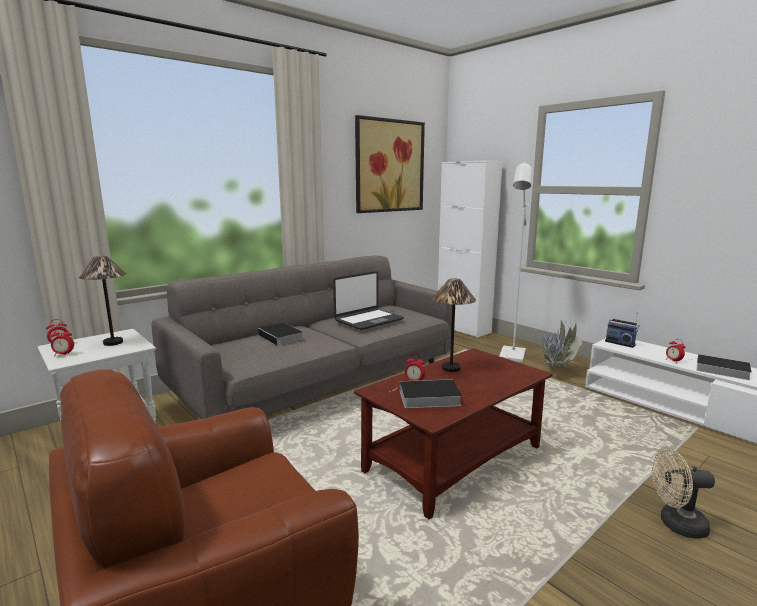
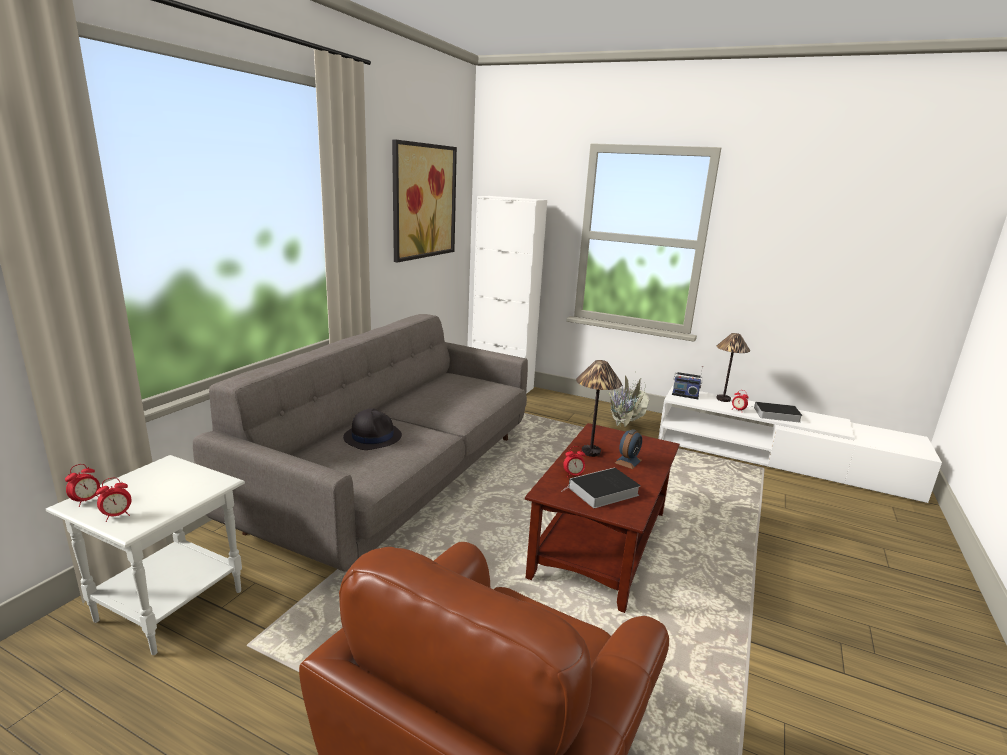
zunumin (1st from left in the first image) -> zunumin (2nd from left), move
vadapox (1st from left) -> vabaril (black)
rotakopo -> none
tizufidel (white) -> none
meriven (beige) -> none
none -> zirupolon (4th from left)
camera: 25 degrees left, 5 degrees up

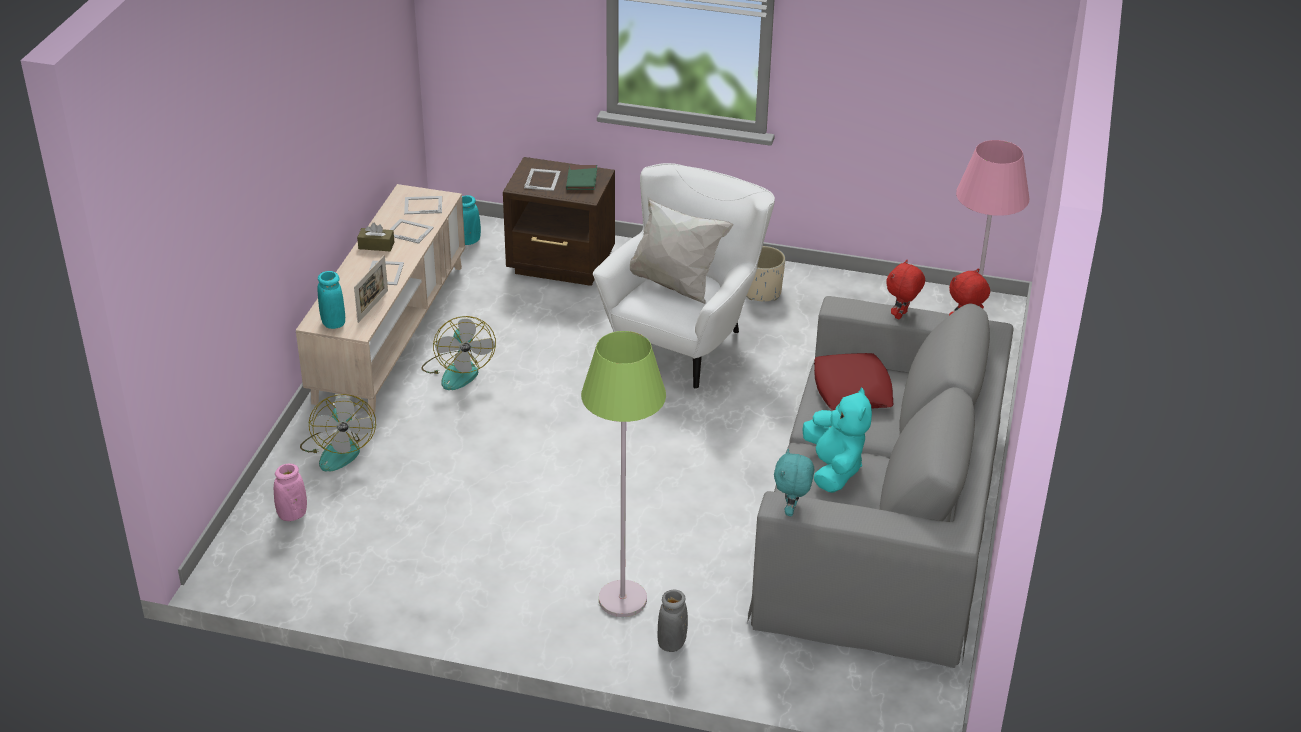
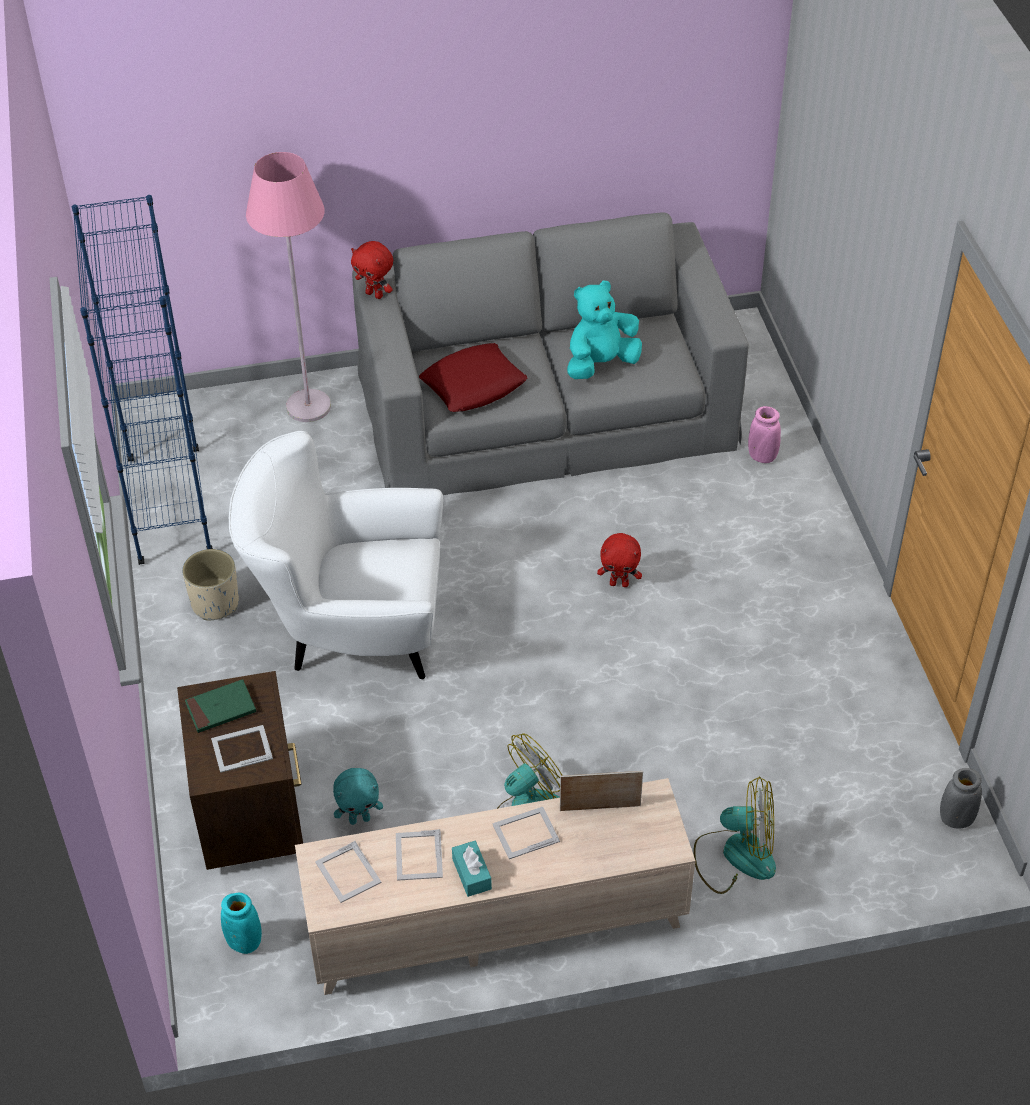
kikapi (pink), move
meriven (1st from left in the first image) -> meriven (2nd from left), 45 degrees clockwise
kikapi (turquoise) (1st from left) -> none
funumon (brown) -> funumon (turquoise)
tizufidel (green) -> none
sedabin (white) -> none
kikapi (grey), move
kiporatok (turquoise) (1st from left), move
kiporatok (red) (1st from left in the first image) -> kiporatok (red) (2nd from left), move
none -> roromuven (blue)
camera: 115 degrees left, 10 degrees up

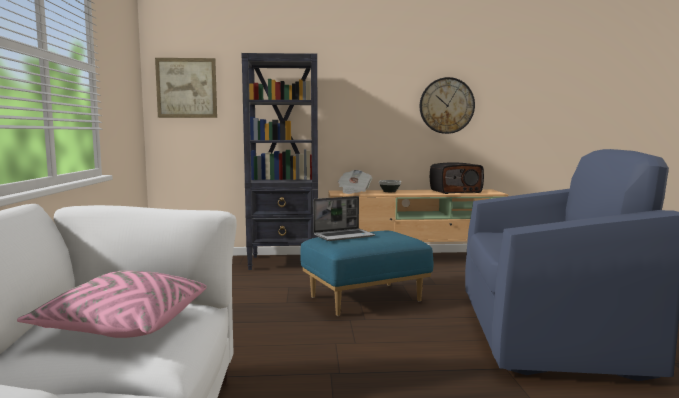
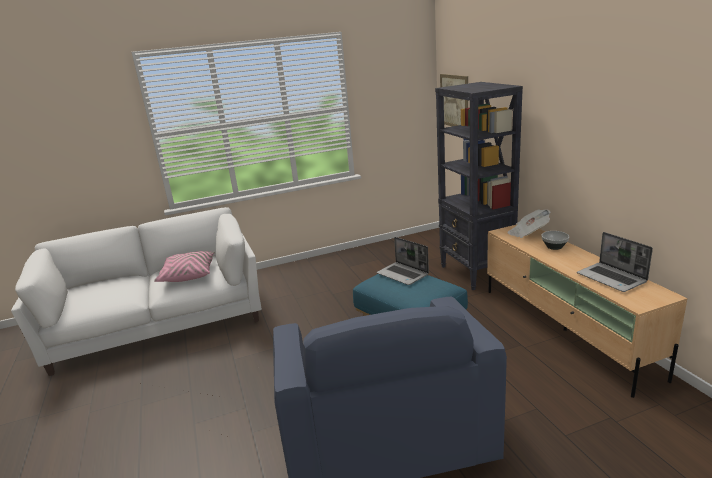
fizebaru -> none
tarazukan -> rotakopo (2nd from left)
camera: 75 degrees right, 15 degrees up

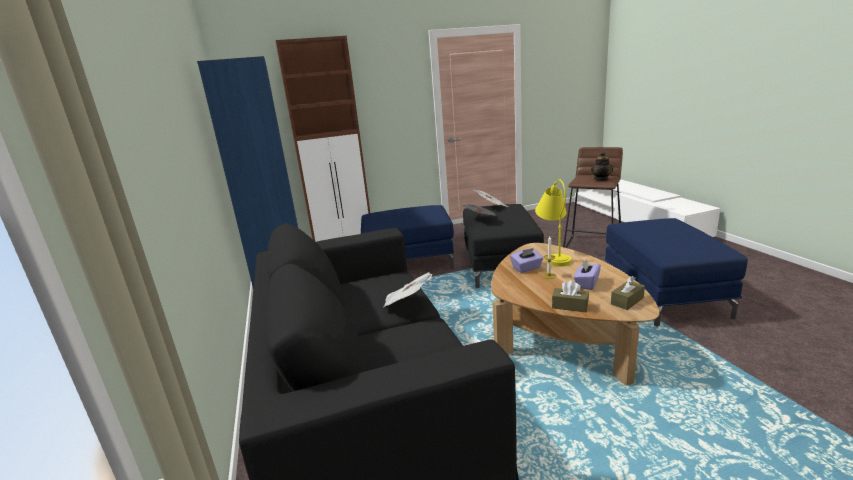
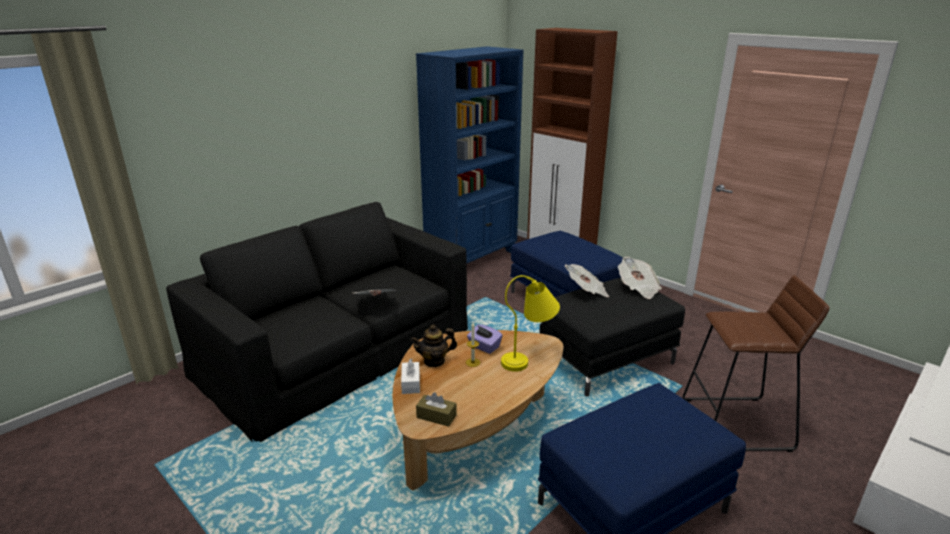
funumon (brown) (1st from left) -> funumon (white)
funumon (purple) (2nd from left) -> none
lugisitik, move
camera: 60 degrees right, 5 degrees up

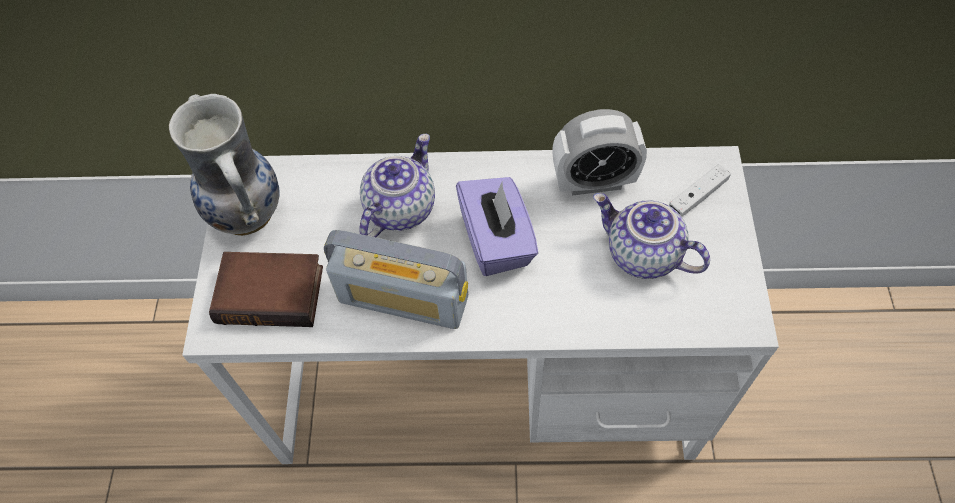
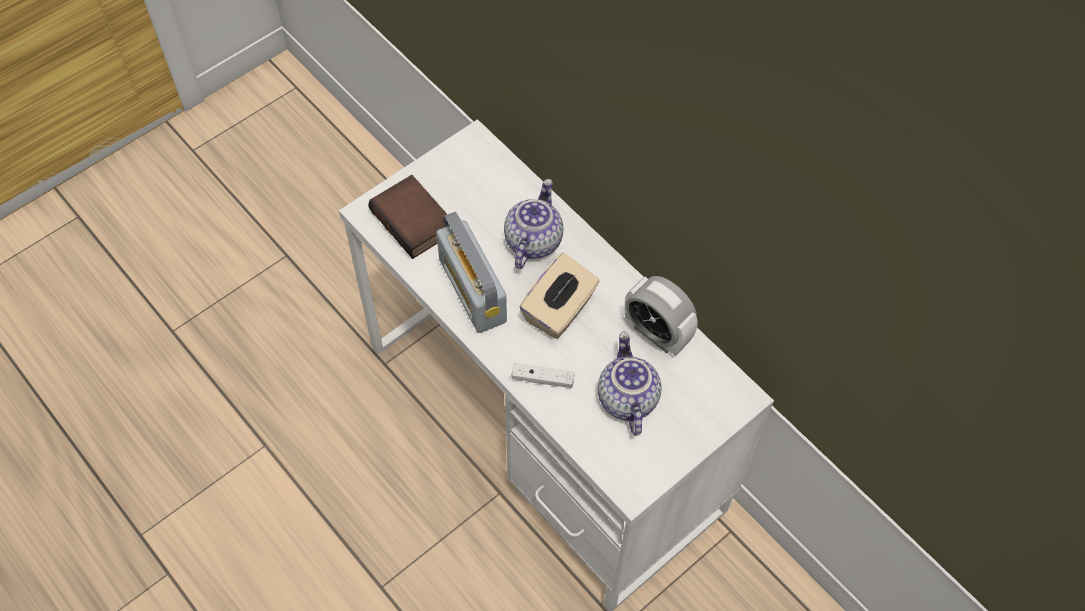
kikapi -> none
lugisitik (1st from left), 60 degrees counterclockwise
funumon (purple) -> funumon (beige)
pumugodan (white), move
camera: 45 degrees right, 0 degrees up

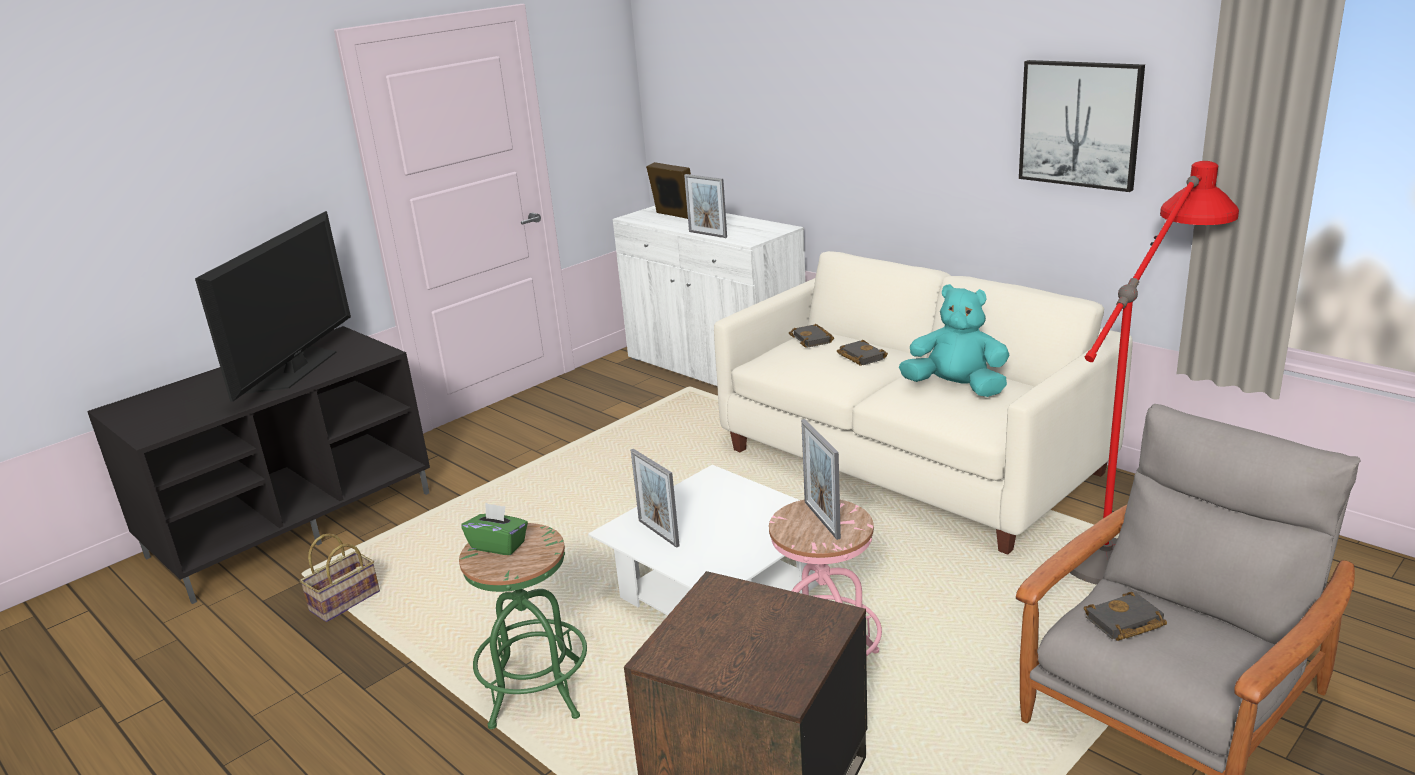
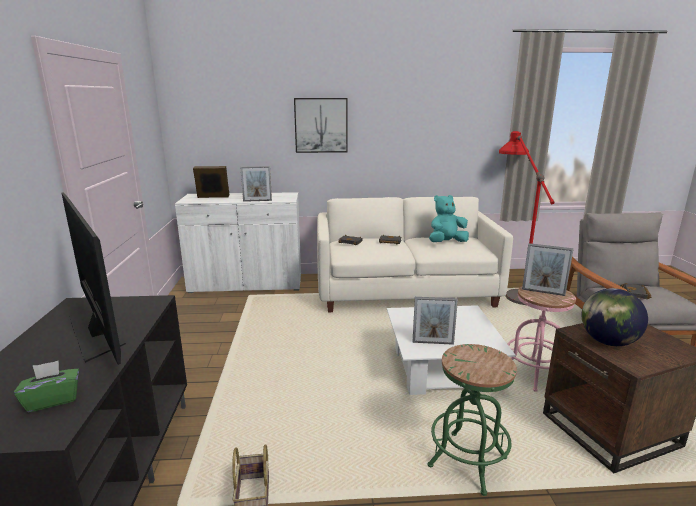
funumon (green), move
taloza, move
none -> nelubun
camera: 50 degrees left, 5 degrees down

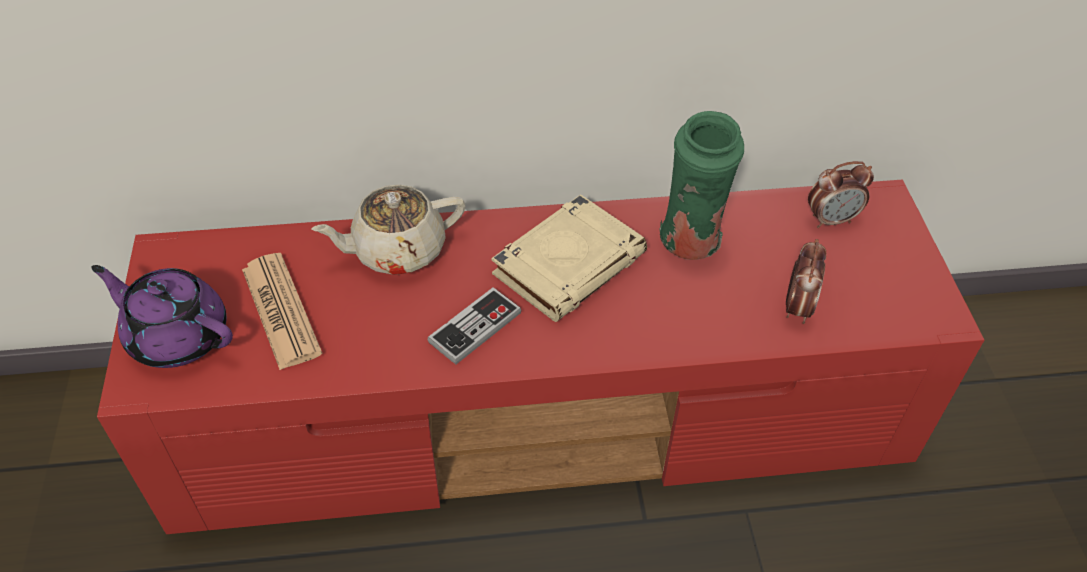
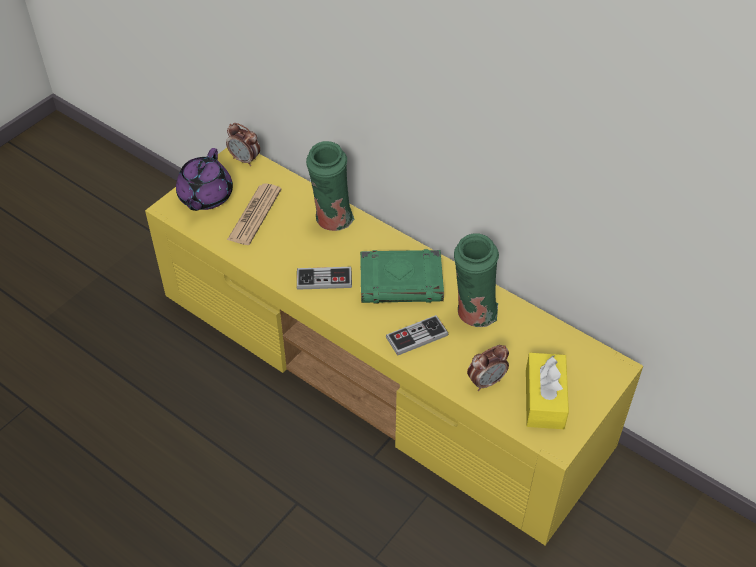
lugisitik (purple), 150 degrees counterclockwise
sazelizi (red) -> sazelizi (yellow)
lugisitik (beige) -> kikapi (green) (1st from left)
vadapox (beige) -> vadapox (green)
zirupolon (2nd from left in the first image) -> zirupolon (1st from left), move
none -> pumugodan (2nd from left)
none -> funumon (yellow)
camera: 45 degrees right, 0 degrees up

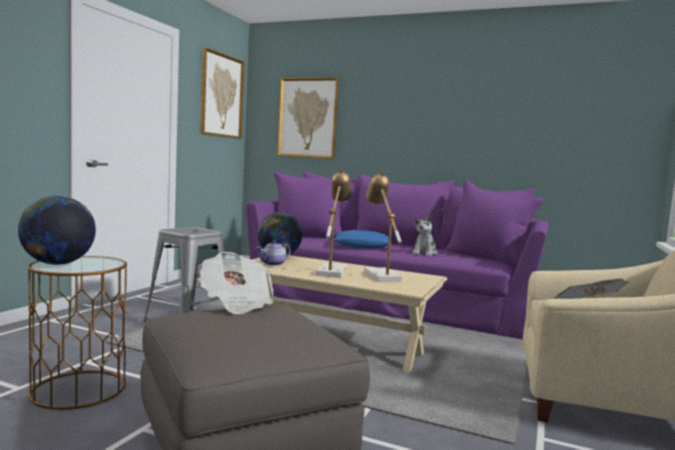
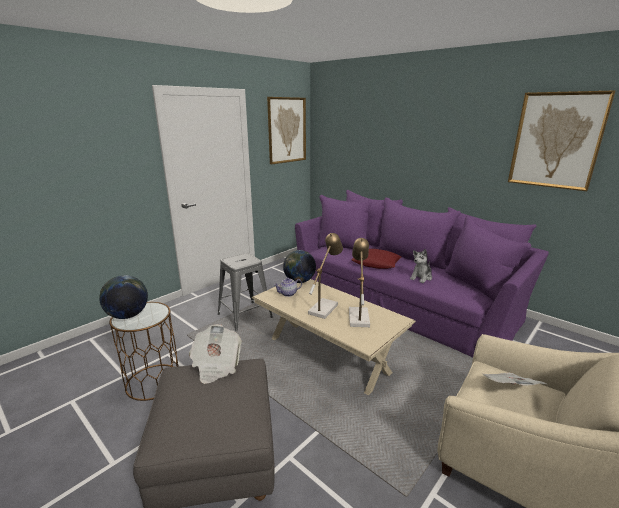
taloza (2nd from left), move
sedabin (blue) -> sedabin (red)
camera: 20 degrees right, 15 degrees up

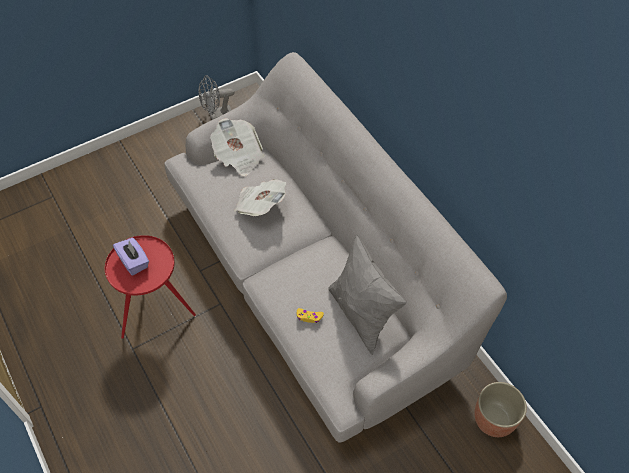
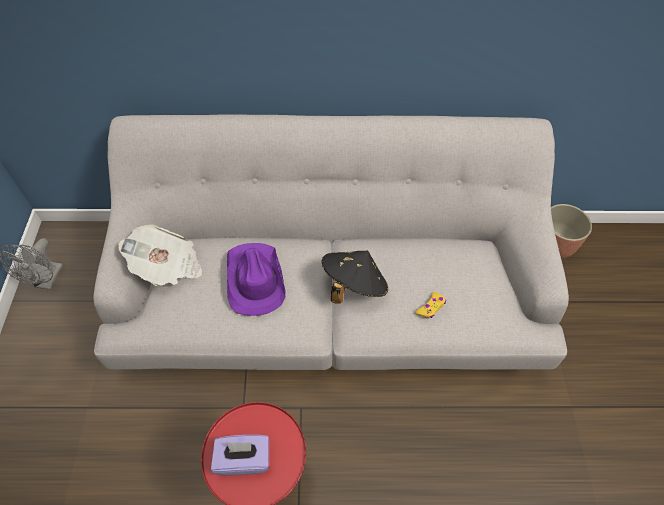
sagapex (2nd from left) -> vabaril (purple)
sedabin (grey) -> none
none -> vabaril (black)
camera: 60 degrees left, 0 degrees up

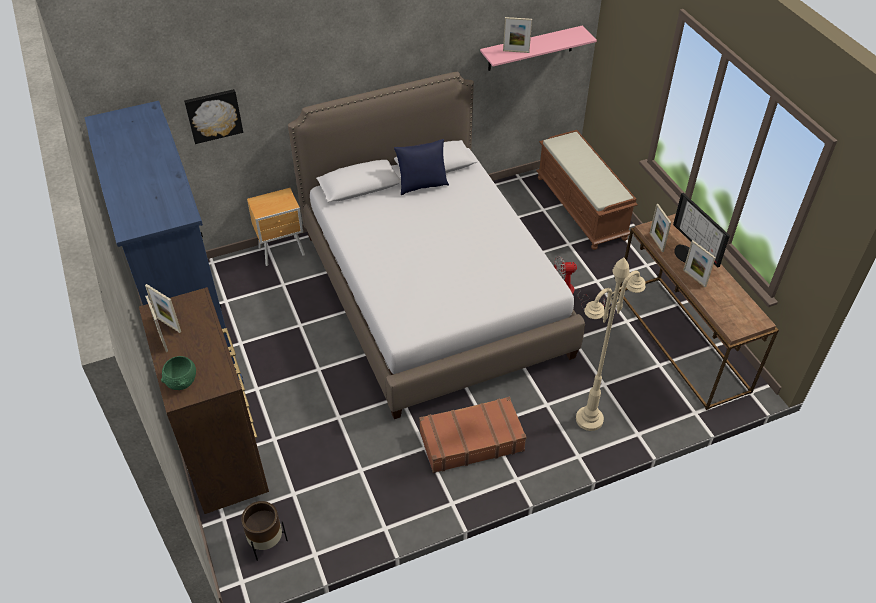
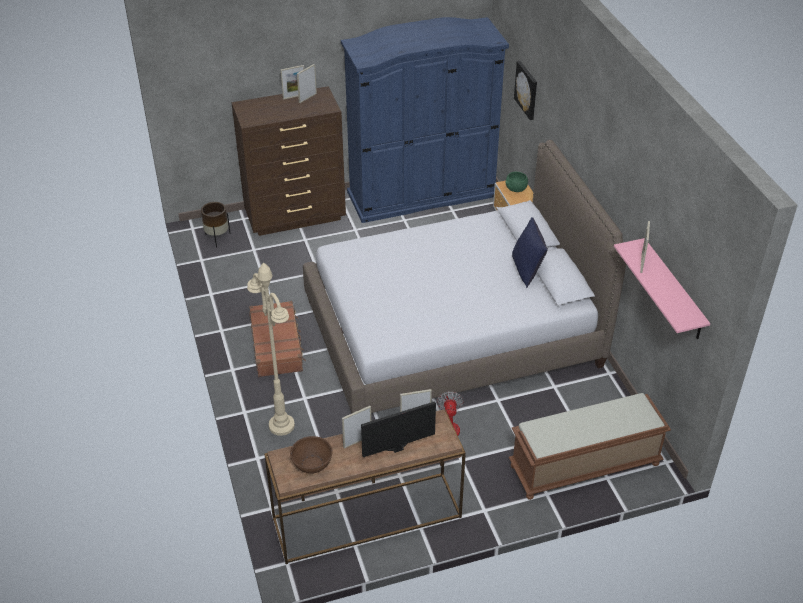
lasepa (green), move
none -> lasepa (brown)
camera: 95 degrees right, 5 degrees down

